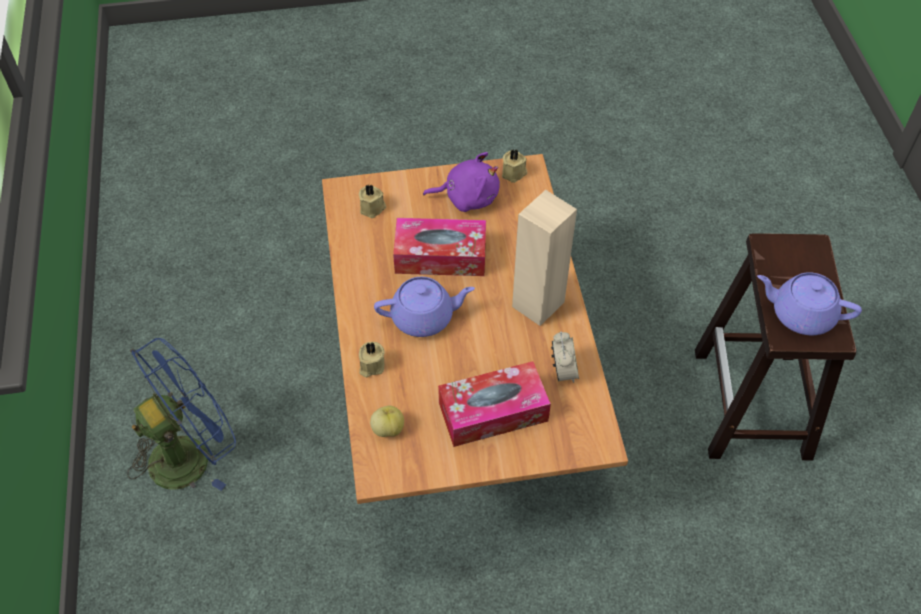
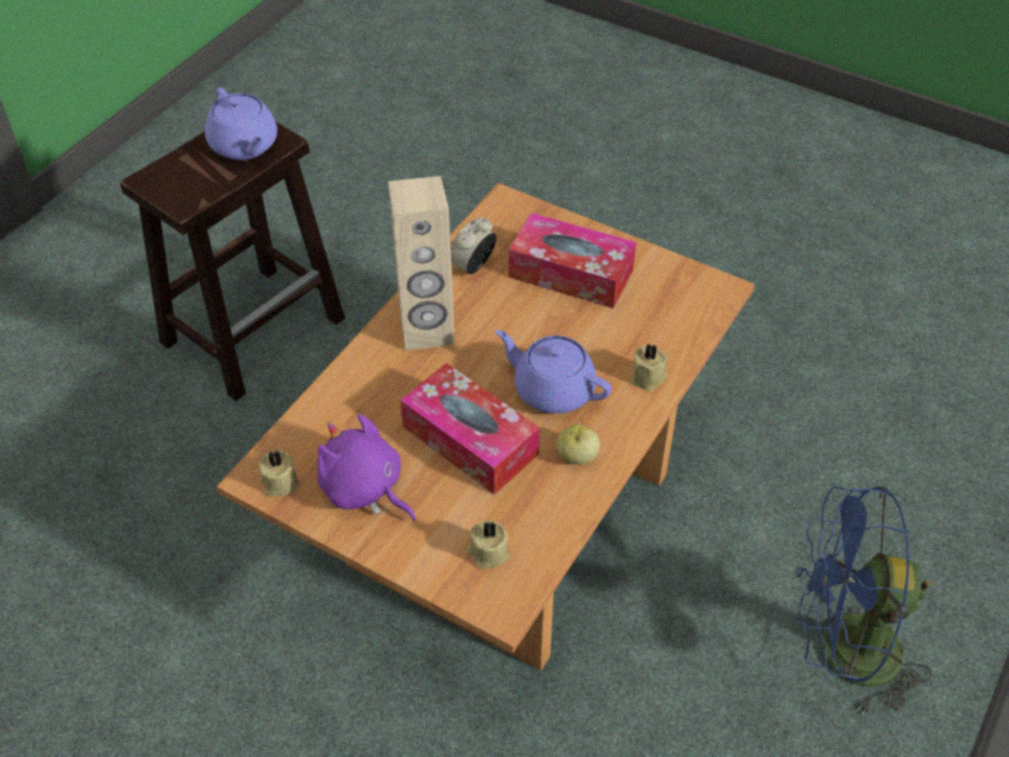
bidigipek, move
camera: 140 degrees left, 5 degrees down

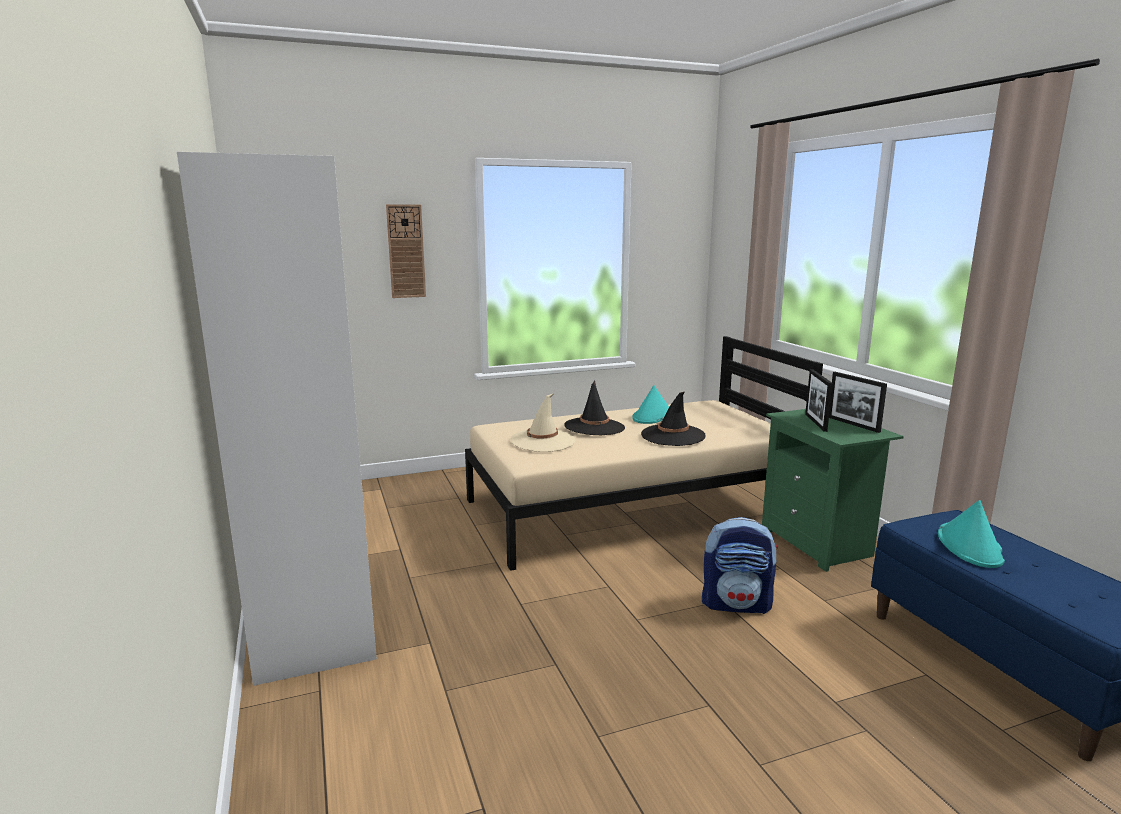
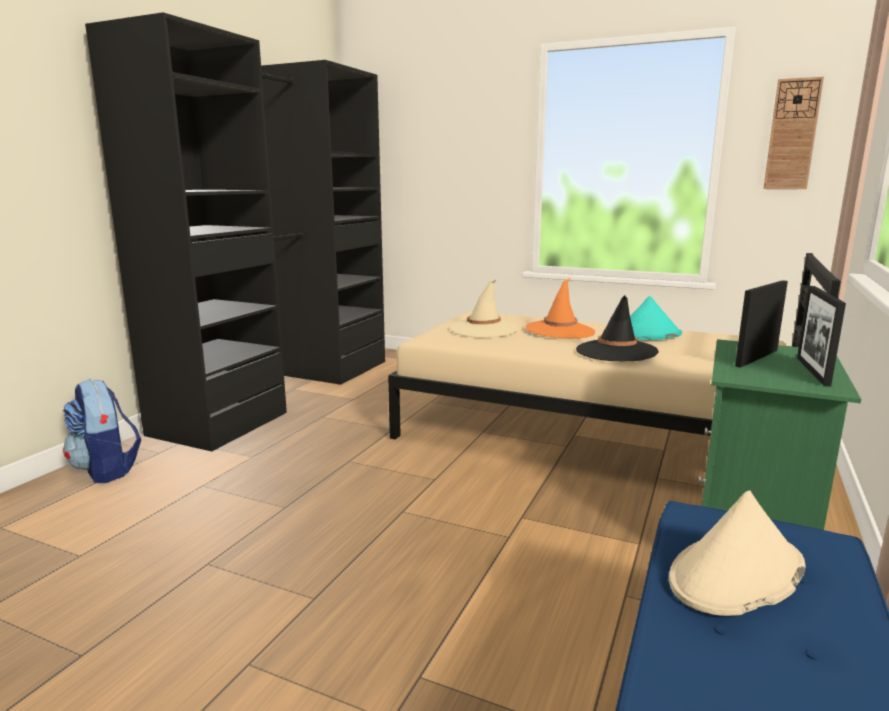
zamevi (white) -> zamevi (black)
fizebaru, move
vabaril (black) (1st from left) -> vabaril (orange)
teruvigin, move
vabaril (turquoise) (2nd from left) -> vabaril (beige) (2nd from left)
camera: 45 degrees right, 0 degrees up

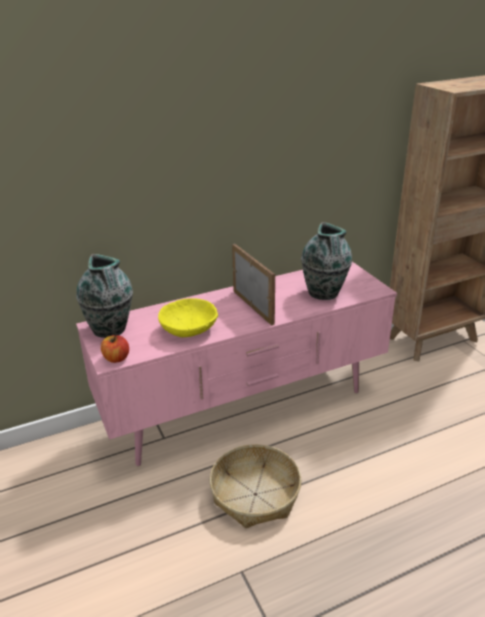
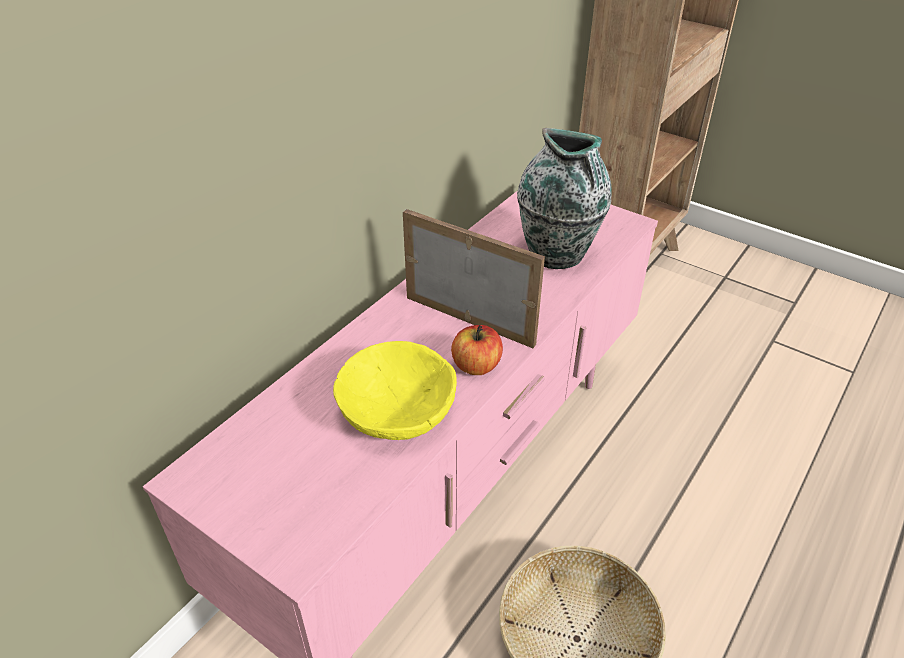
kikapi (1st from left) -> none
bidigipek, move
camera: 30 degrees left, 10 degrees up

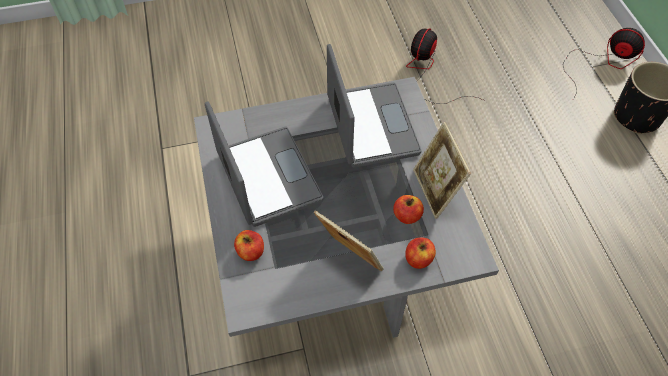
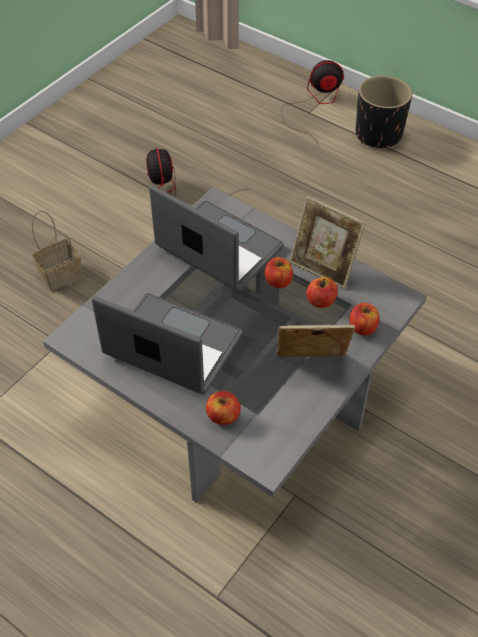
none -> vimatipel
none -> bidigipek (2nd from left)
camera: 40 degrees left, 5 degrees down

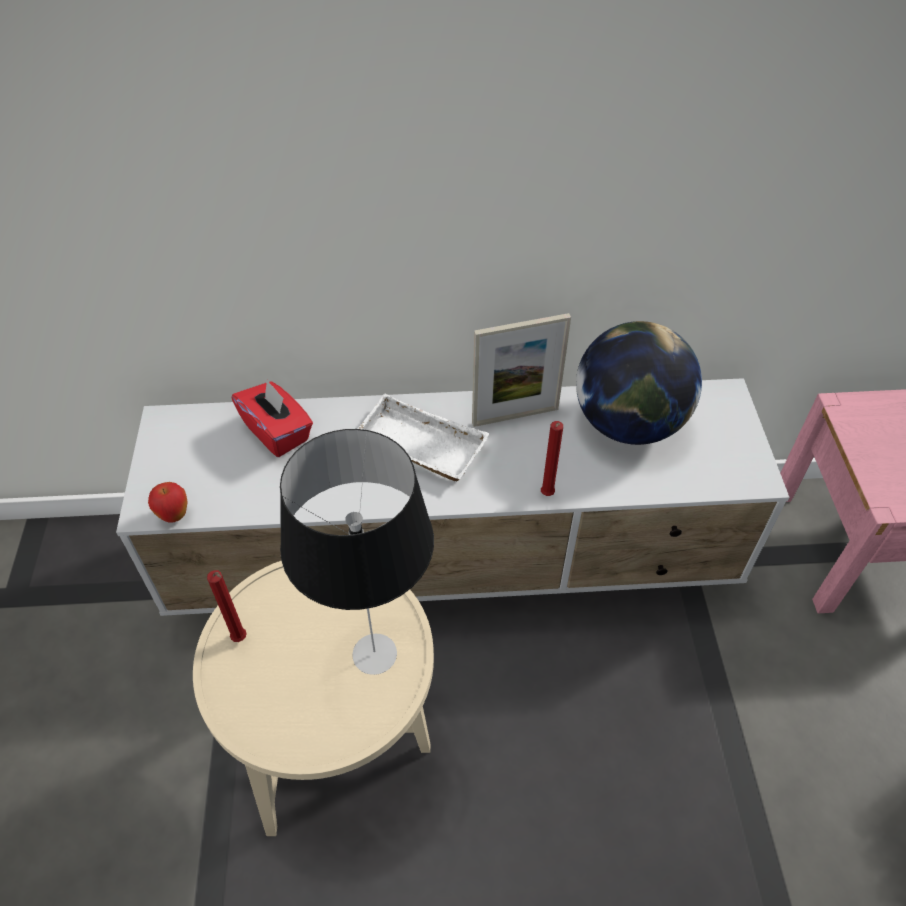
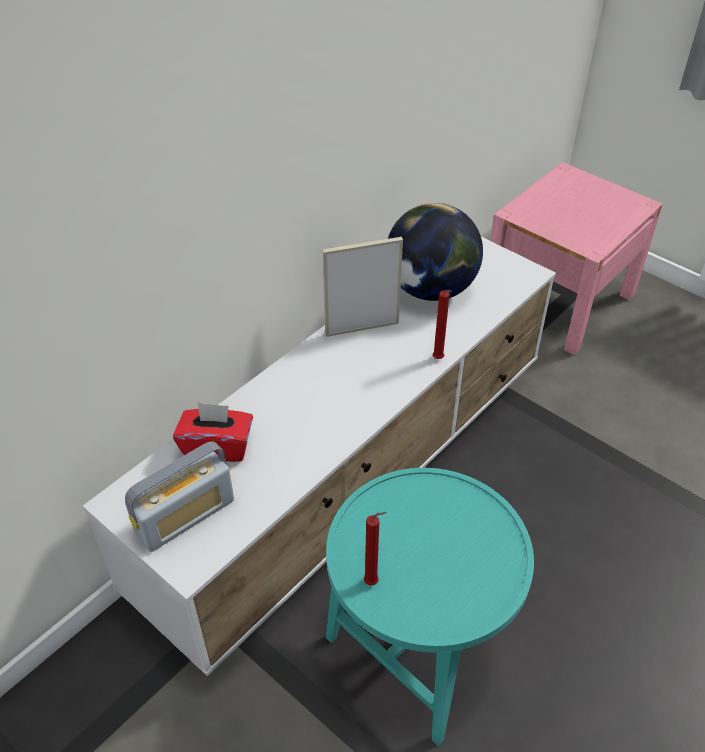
bidigipek -> none
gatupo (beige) -> gatupo (turquoise)
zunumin -> none
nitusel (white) -> none
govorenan, 135 degrees counterclockwise
none -> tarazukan
camera: 45 degrees left, 5 degrees down

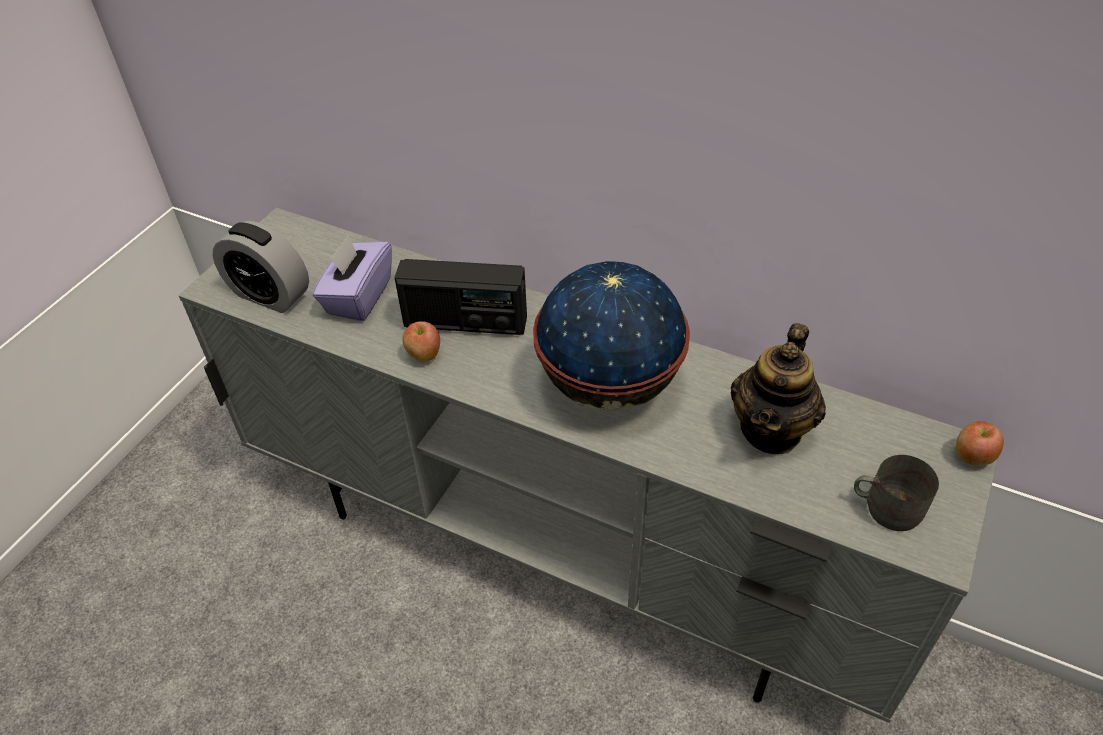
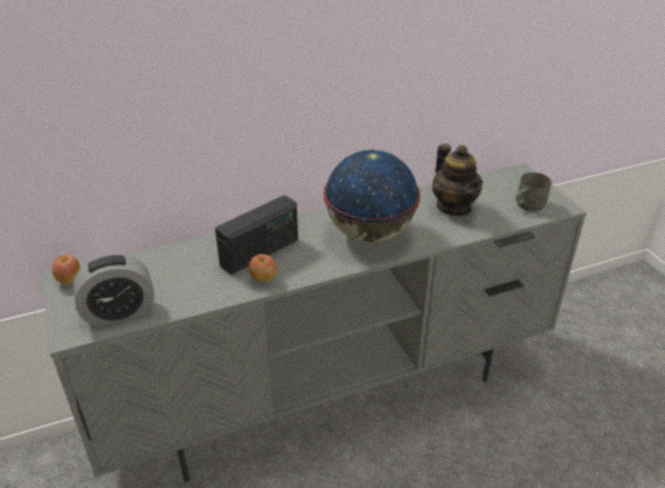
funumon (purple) -> none
bidigipek (2nd from left in the first image) -> bidigipek (1st from left), move
camera: 50 degrees left, 10 degrees down

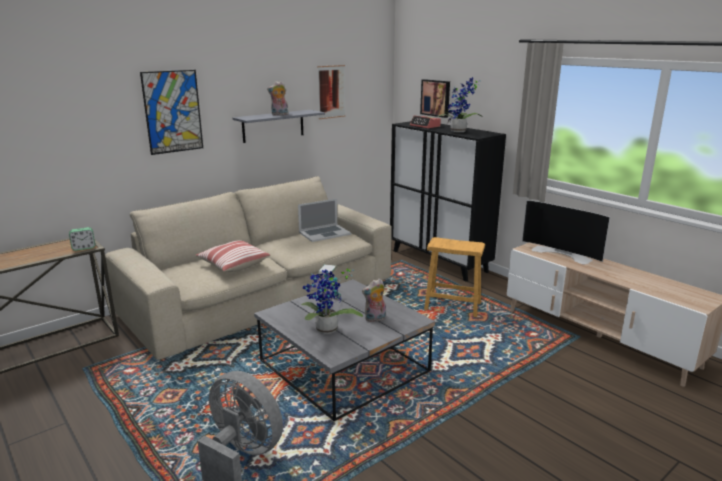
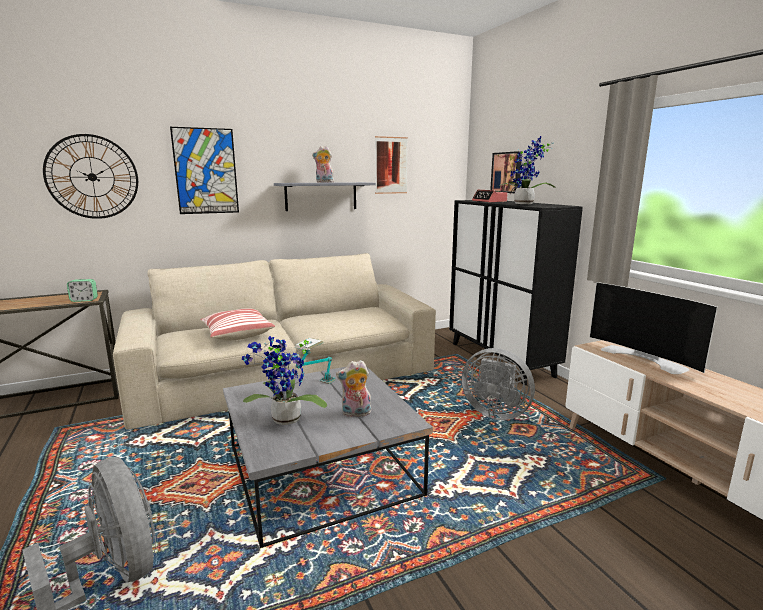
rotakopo -> none
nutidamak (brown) -> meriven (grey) (2nd from left)
none -> fizebaru
camera: 15 degrees right, 5 degrees down

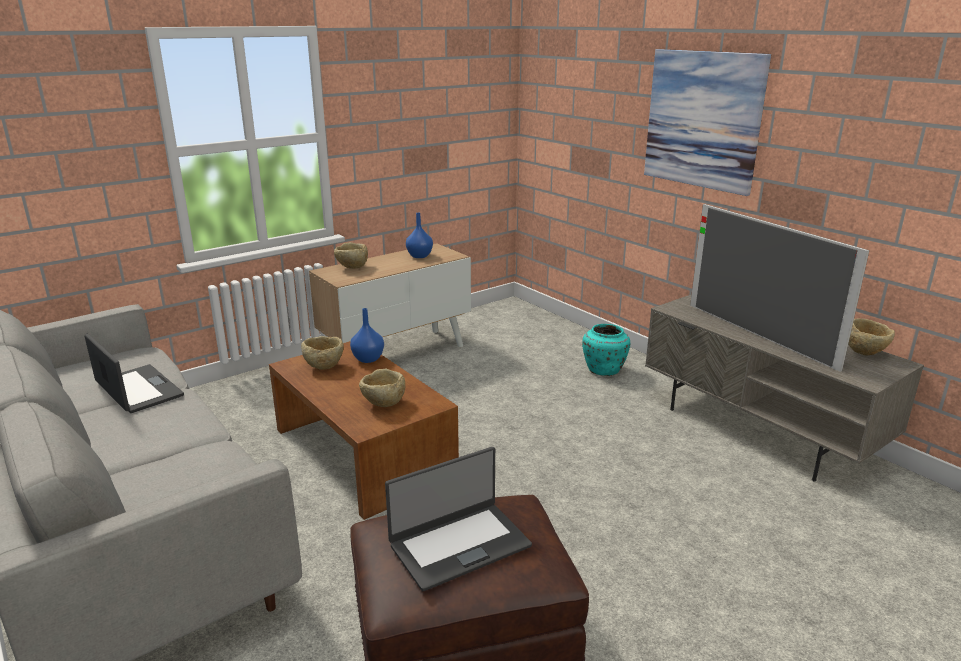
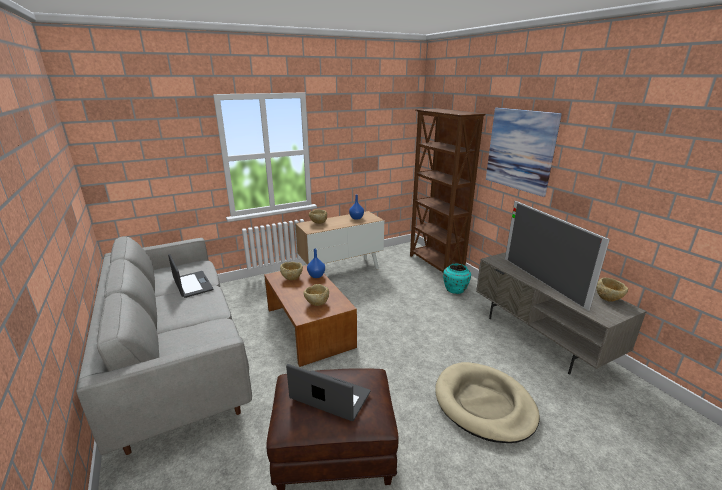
rotakopo (2nd from left), 135 degrees counterclockwise
none -> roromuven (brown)
none -> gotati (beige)
camera: 10 degrees right, 0 degrees up

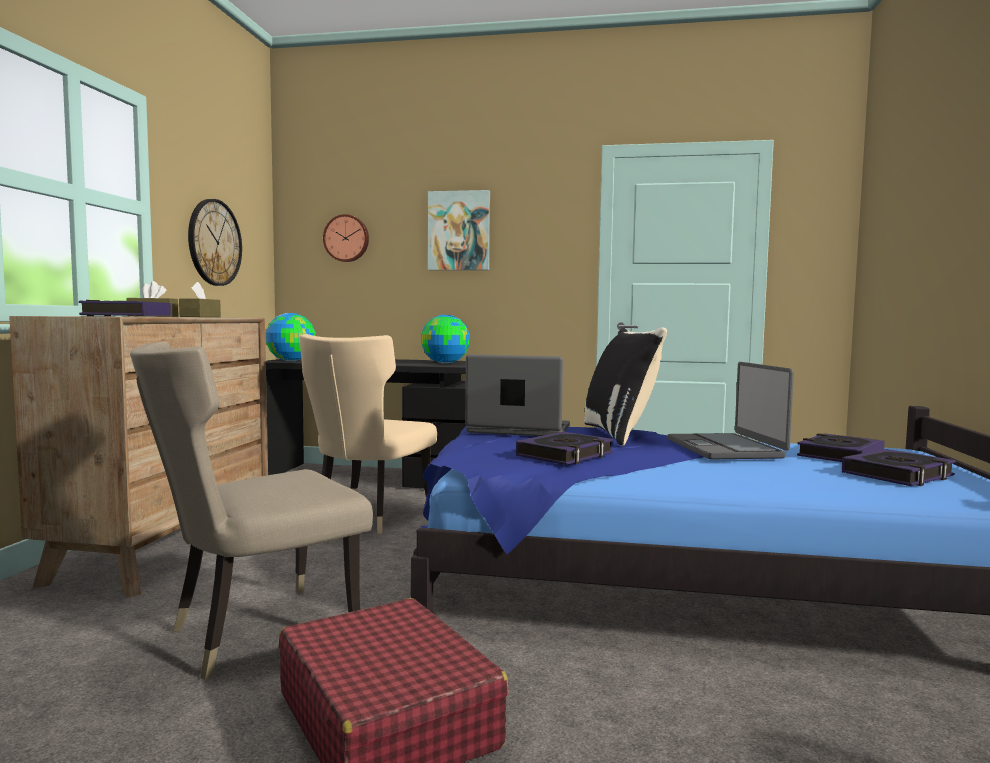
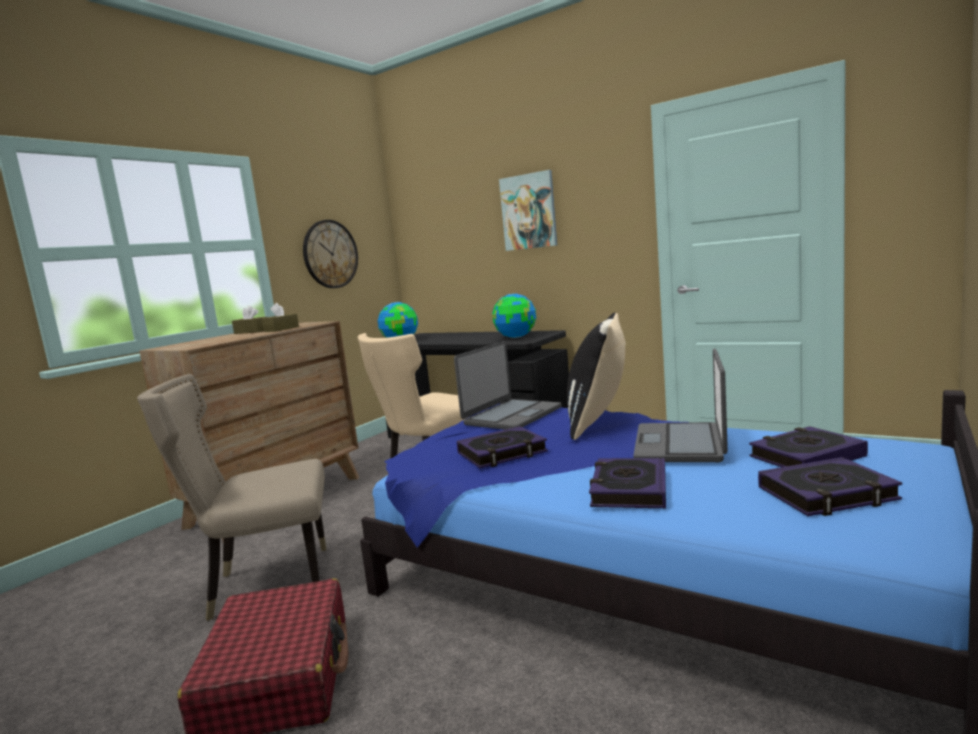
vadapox (1st from left in the first image) -> vadapox (2nd from left), move
fizebaru (2nd from left) -> none
rotakopo (1st from left), 90 degrees clockwise
camera: 25 degrees right, 5 degrees up

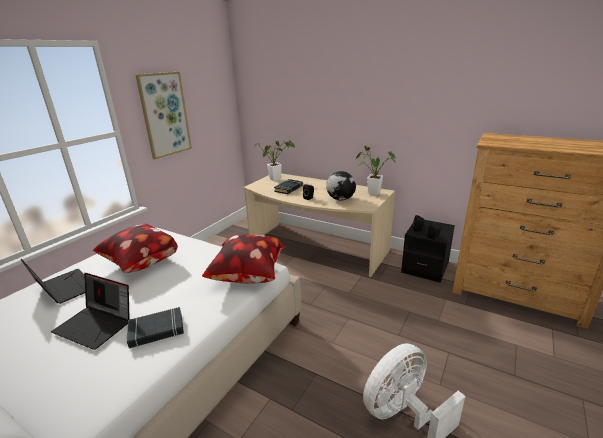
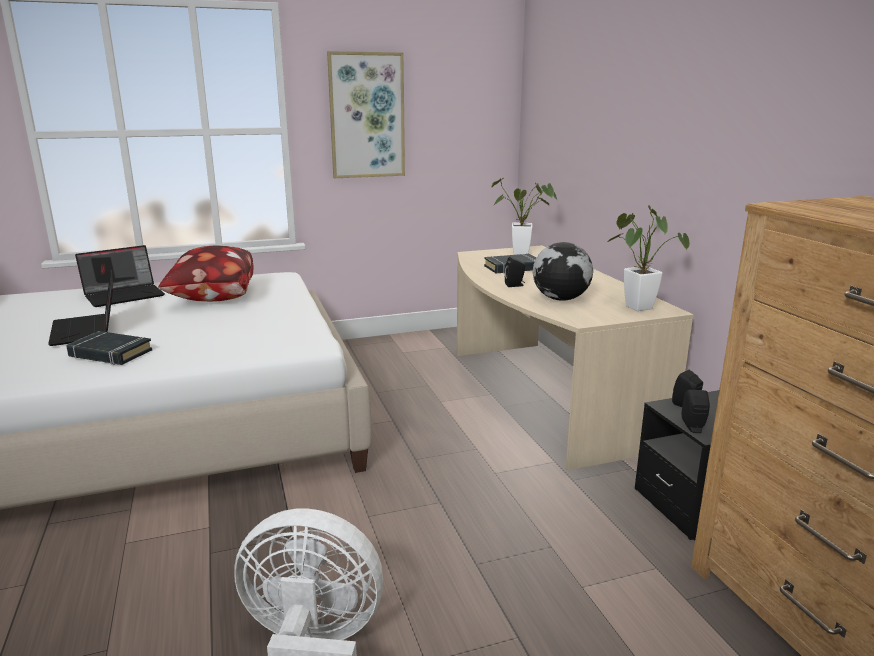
rotakopo (1st from left in the first image) -> rotakopo (2nd from left), 60 degrees clockwise
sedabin (2nd from left) -> none
camera: 40 degrees right, 5 degrees down

